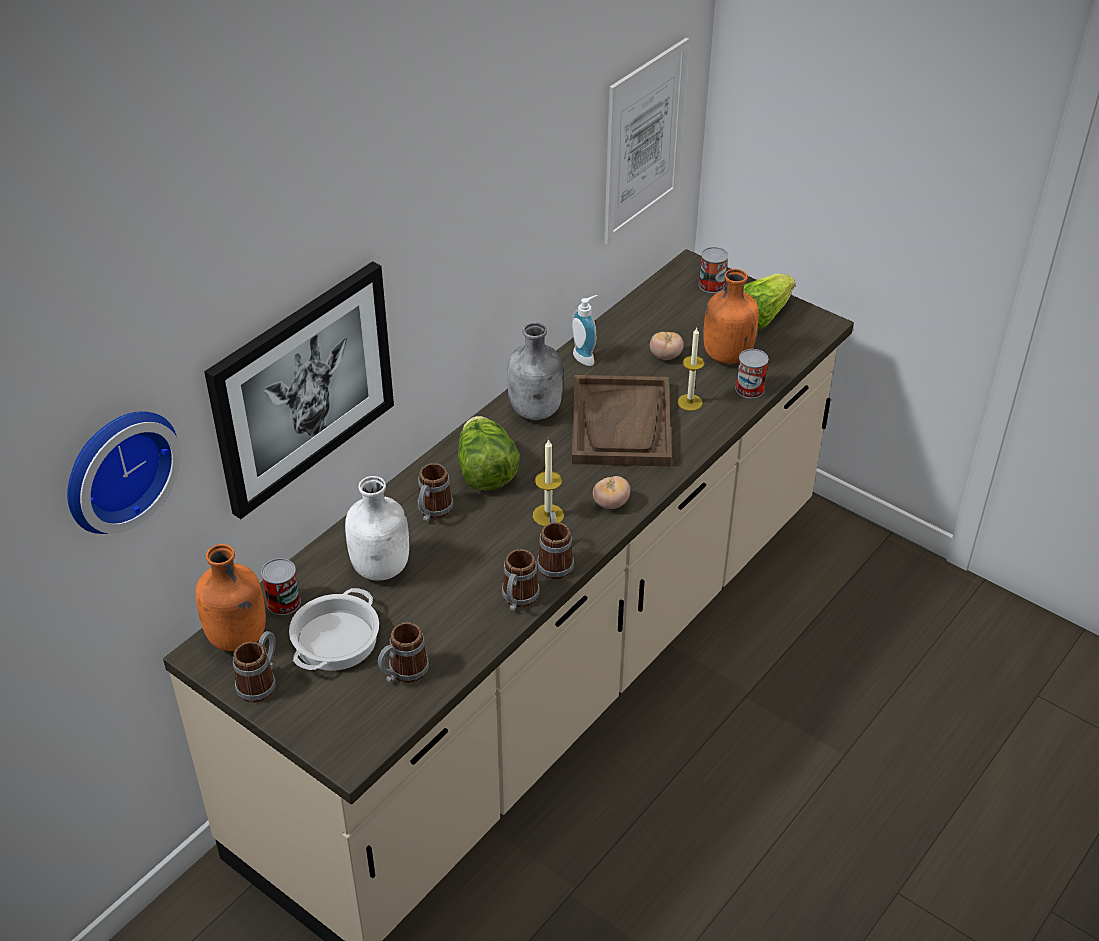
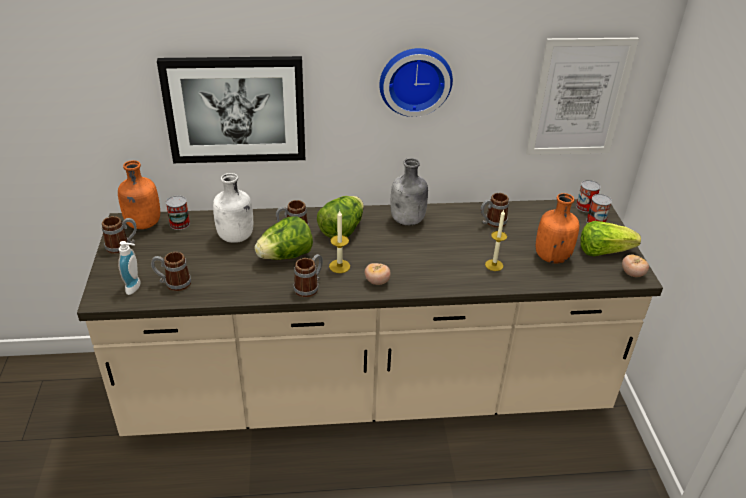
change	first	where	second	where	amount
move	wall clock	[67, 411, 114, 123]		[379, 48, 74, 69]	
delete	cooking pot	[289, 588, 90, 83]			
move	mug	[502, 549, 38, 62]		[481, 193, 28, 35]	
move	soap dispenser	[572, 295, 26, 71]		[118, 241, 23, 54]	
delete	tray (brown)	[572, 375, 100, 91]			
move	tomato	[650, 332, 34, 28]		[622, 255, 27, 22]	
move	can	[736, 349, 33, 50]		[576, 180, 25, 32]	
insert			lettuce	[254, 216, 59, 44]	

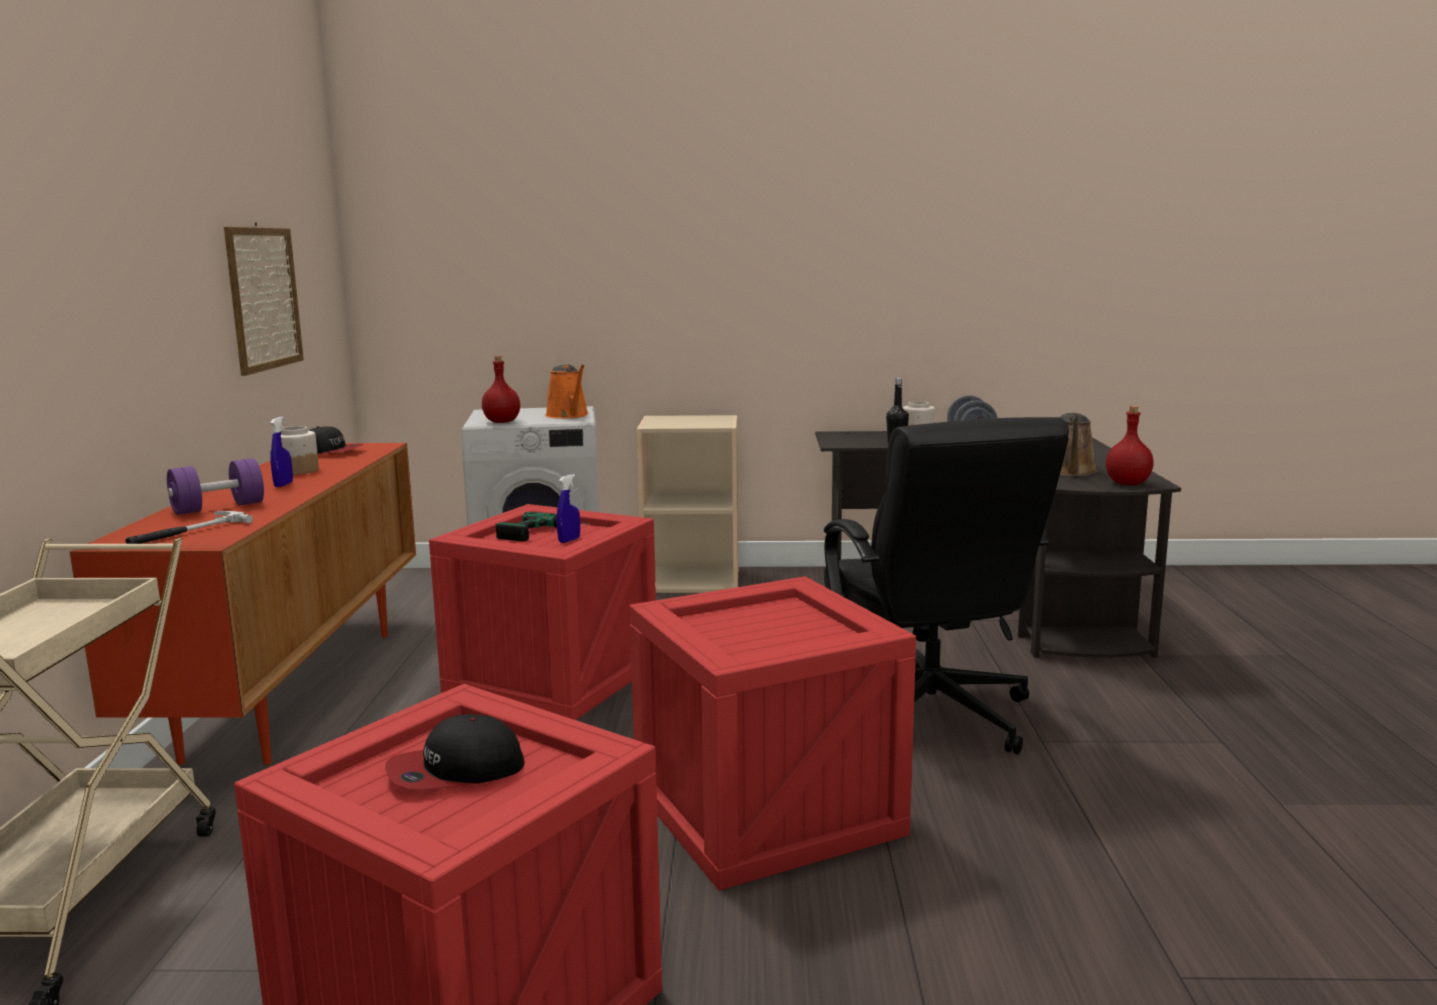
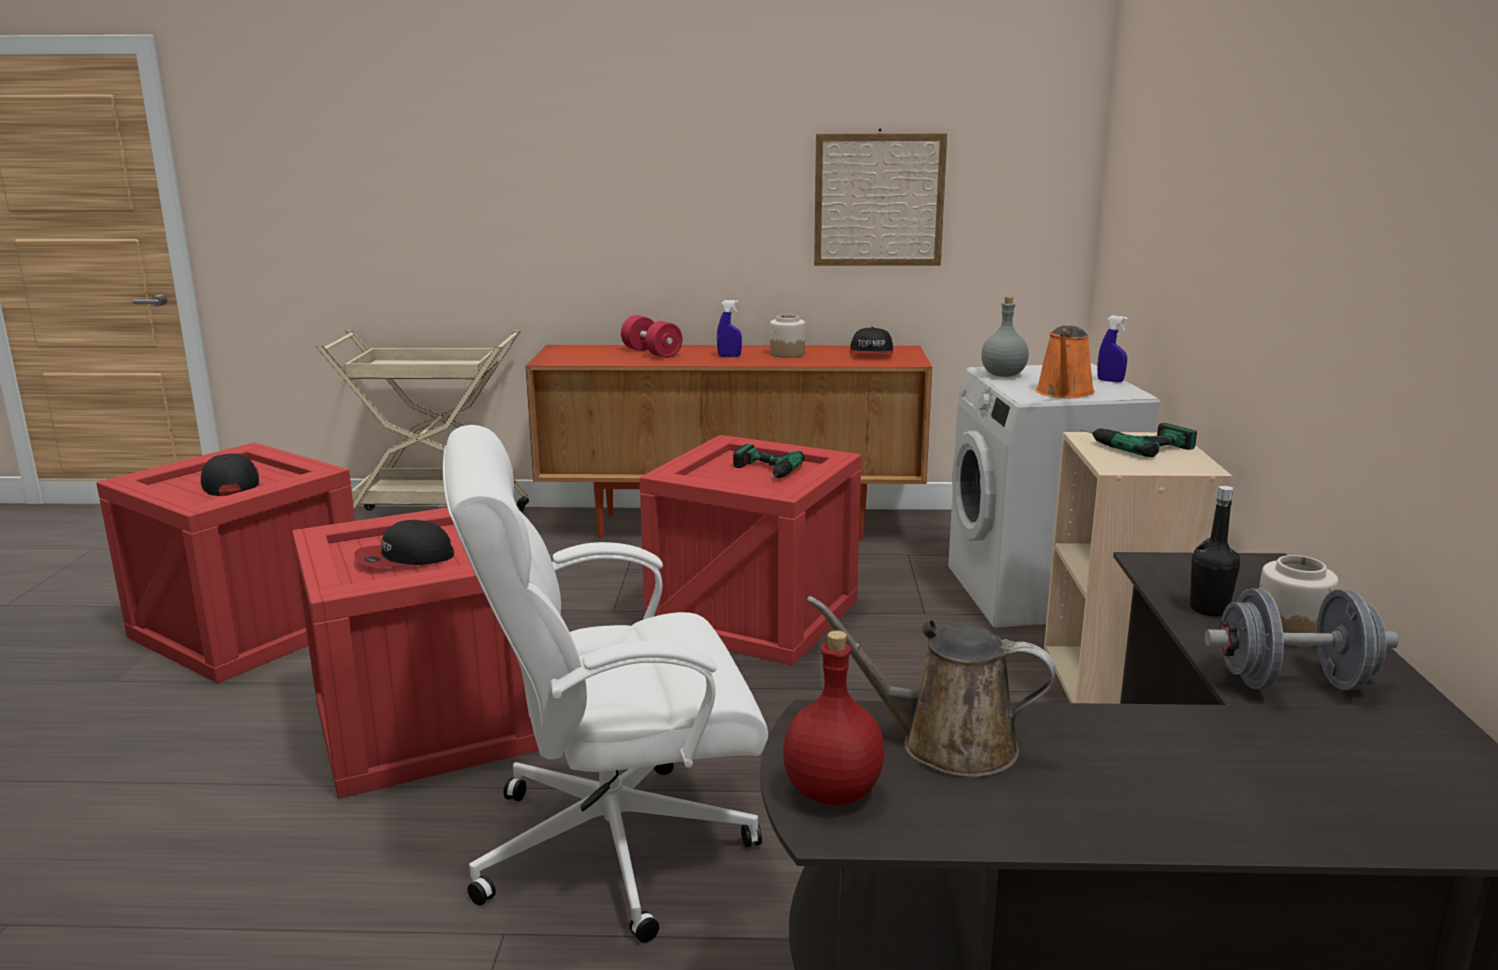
change	first	where	second	where	amount
delete	hammer	[125, 511, 128, 33]			
recolor	dumbbell (purple)	[167, 458, 97, 57]	dumbbell (red)	[621, 315, 62, 43]	
recolor	bottle (red)	[482, 356, 38, 67]	bottle (grey)	[981, 296, 48, 81]	
rotate	watering can (orange)	[545, 365, 44, 54]		[1036, 326, 59, 72]	45 degrees counterclockwise
move	spray bottle (blue)	[557, 474, 23, 69]		[1097, 315, 31, 67]	
recolor	office chair (black)	[824, 417, 245, 337]	office chair (white)	[443, 425, 325, 518]	
insert			cap	[354, 520, 100, 47]	
insert			power drill	[1080, 423, 117, 34]	

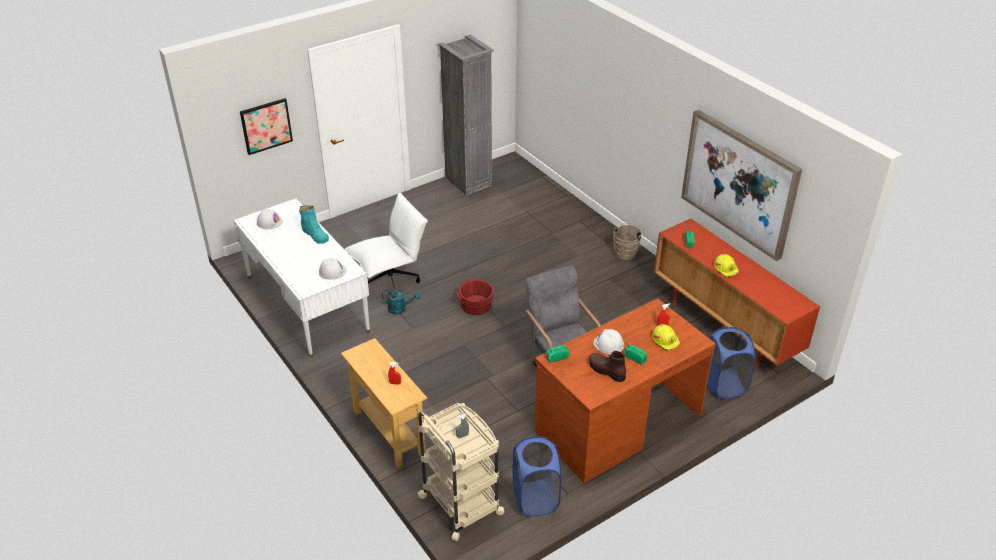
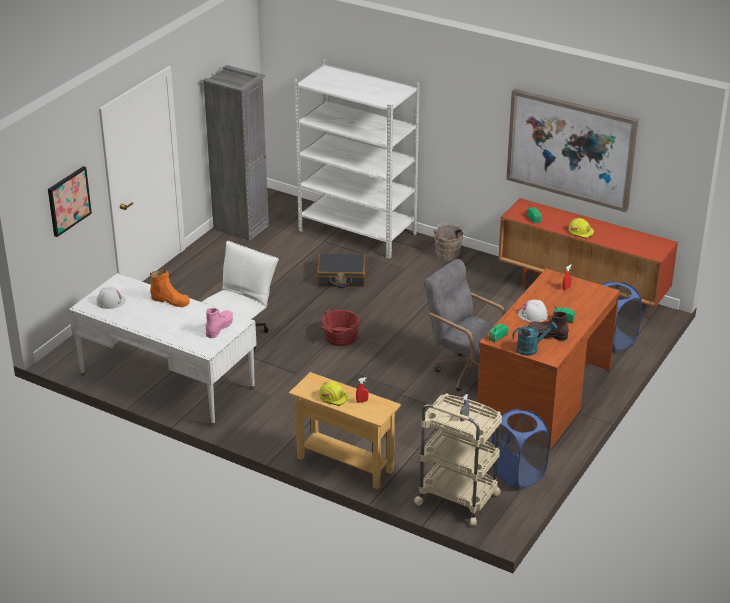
change	first	where	second	where	amount
recolor	boot (turquoise)	[299, 205, 30, 39]	boot (orange)	[150, 269, 40, 38]	
replace	hard hat (white)	[319, 258, 28, 22]	boot (pink)	[206, 308, 27, 30]	
move	watering can (turquoise)	[382, 290, 38, 24]		[512, 322, 46, 34]	
move	hard hat (yellow)	[652, 324, 28, 27]		[319, 381, 30, 25]	
insert			bookcase (white)	[294, 59, 126, 200]	
insert			suitcase (black)	[317, 253, 49, 35]	

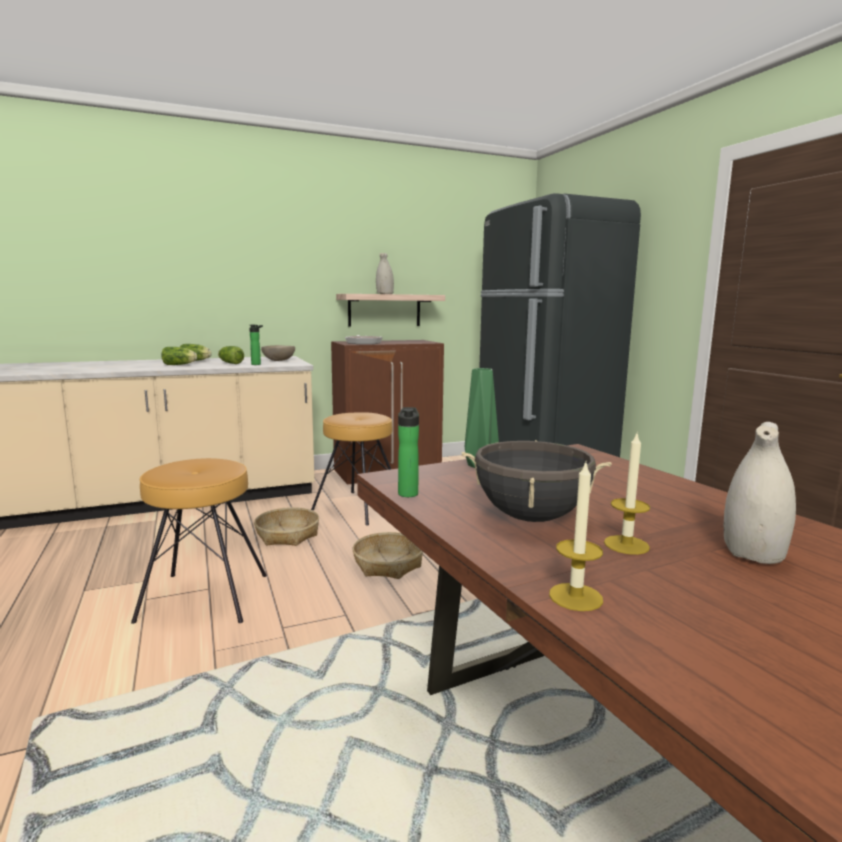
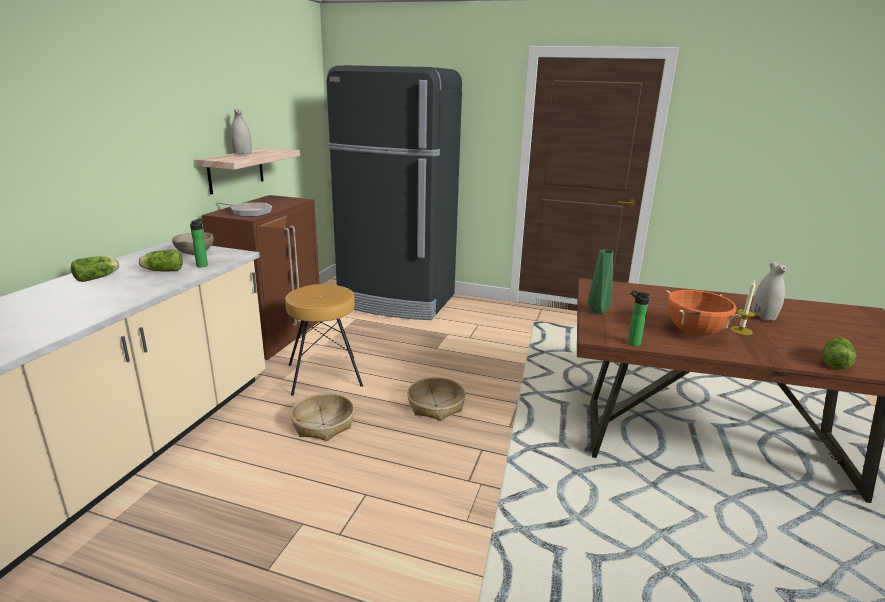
change	first	where	second	where	amount
delete	stool (brown)	[131, 458, 136, 166]			
move	lettuce	[161, 347, 36, 18]		[823, 337, 34, 33]	
recolor	cooking pot (black)	[462, 440, 150, 82]	cooking pot (orange)	[666, 290, 75, 46]	
delete	candle	[549, 460, 54, 151]			

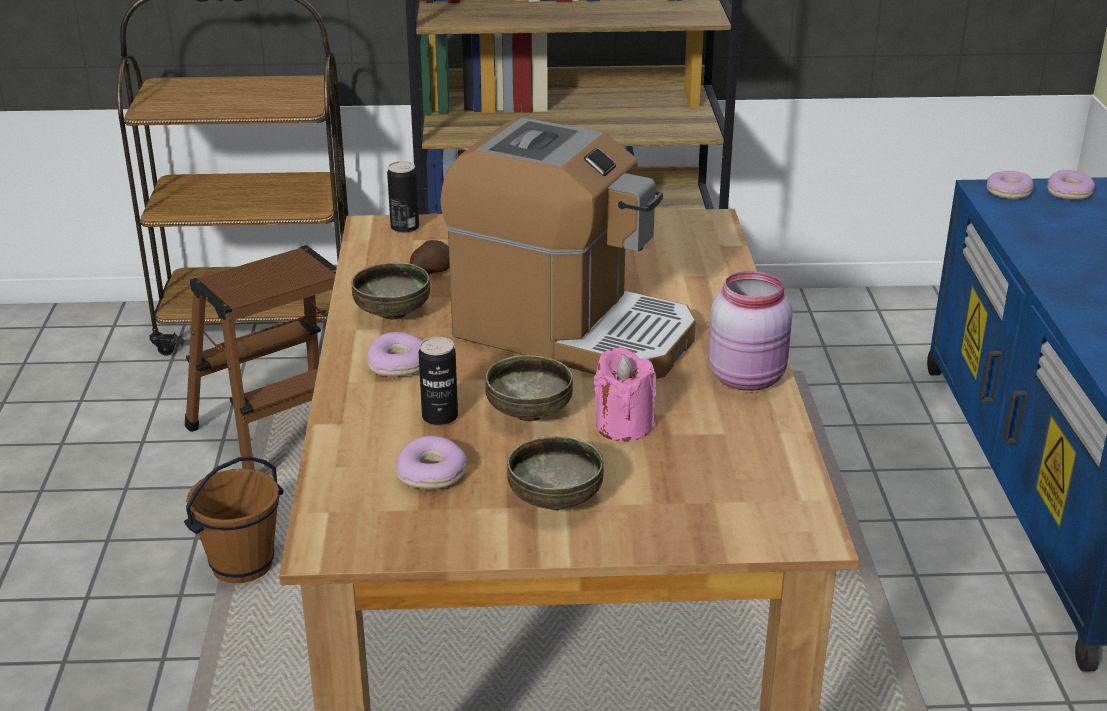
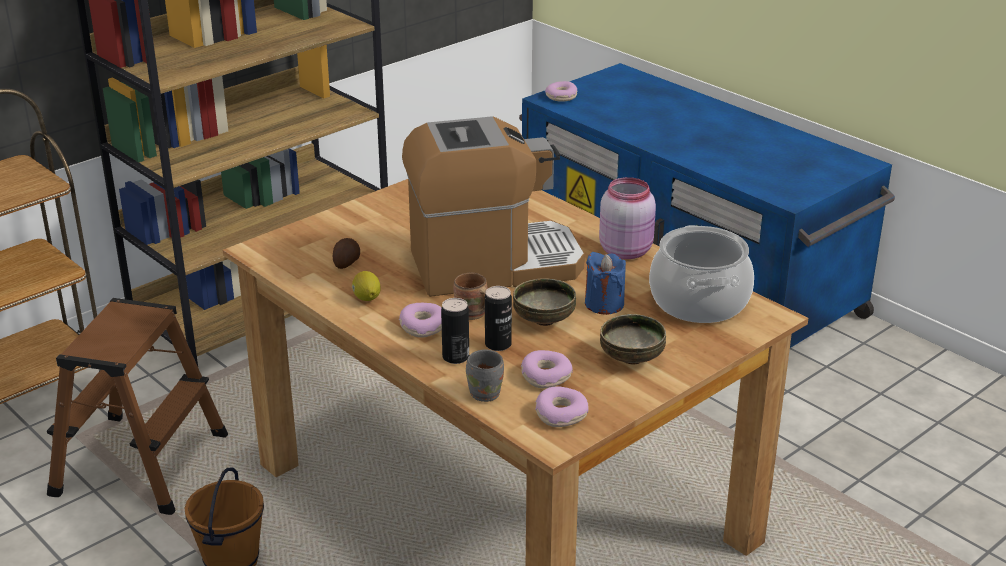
change	first	where	second	where	amount
replace	bowl	[351, 262, 79, 58]	lemon	[352, 271, 29, 30]	
move	can	[387, 161, 32, 72]		[441, 298, 28, 66]	
recolor	candle (pink)	[594, 347, 62, 95]	candle (blue)	[585, 252, 41, 63]	
move	donut	[1047, 170, 48, 30]		[535, 387, 54, 40]	
insert			mug (brown)	[454, 272, 34, 48]	
insert			mug (grey)	[466, 350, 38, 52]	
insert			cooking pot	[649, 225, 105, 98]	

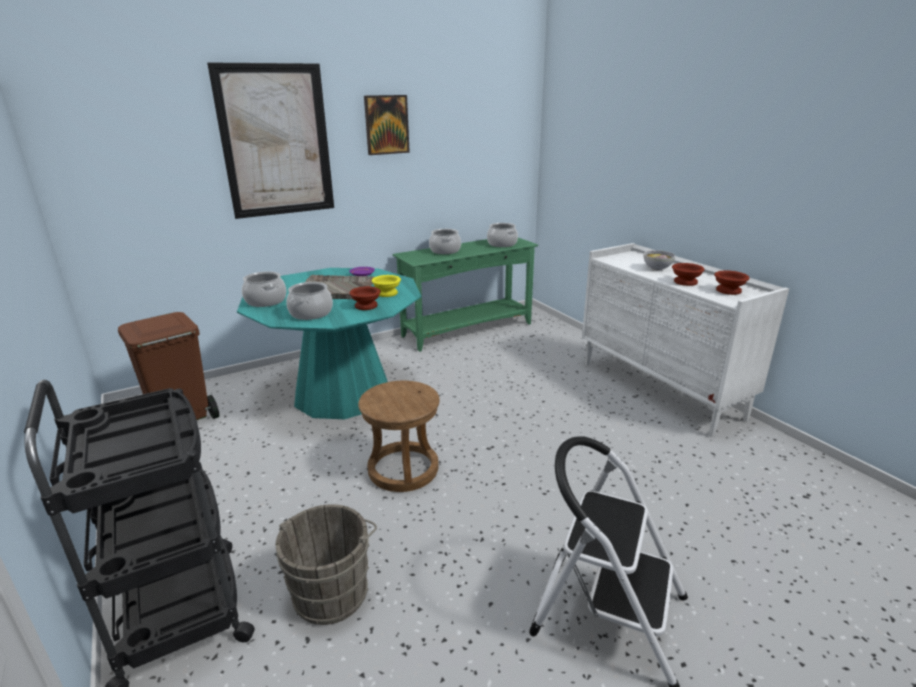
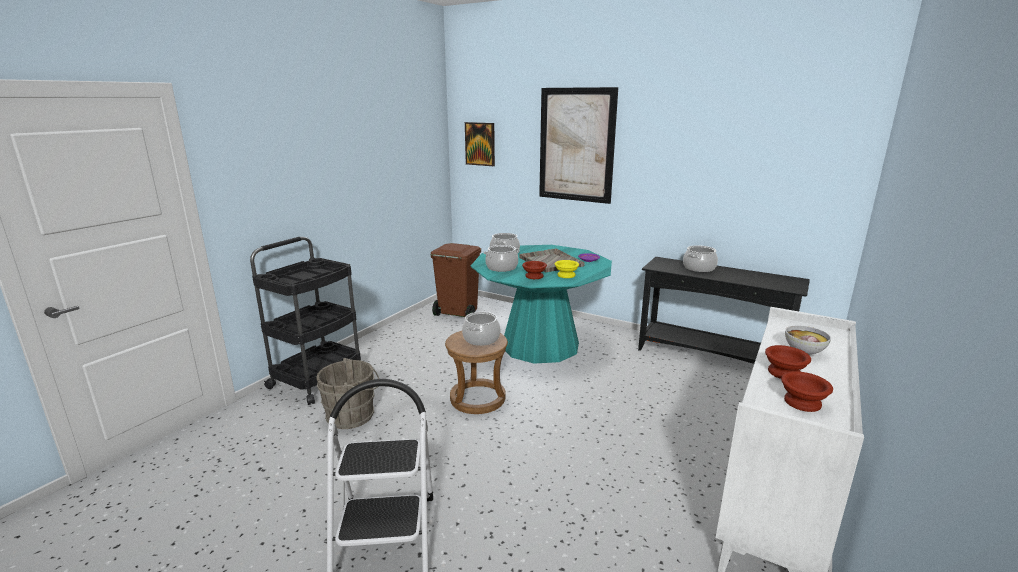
change	first	where	second	where	amount
move	picture	[364, 95, 46, 60]		[465, 122, 30, 44]	
recolor	console table (green)	[392, 237, 146, 115]	console table (black)	[638, 257, 172, 107]	
move	cooking pot	[487, 223, 31, 24]		[462, 312, 38, 34]	

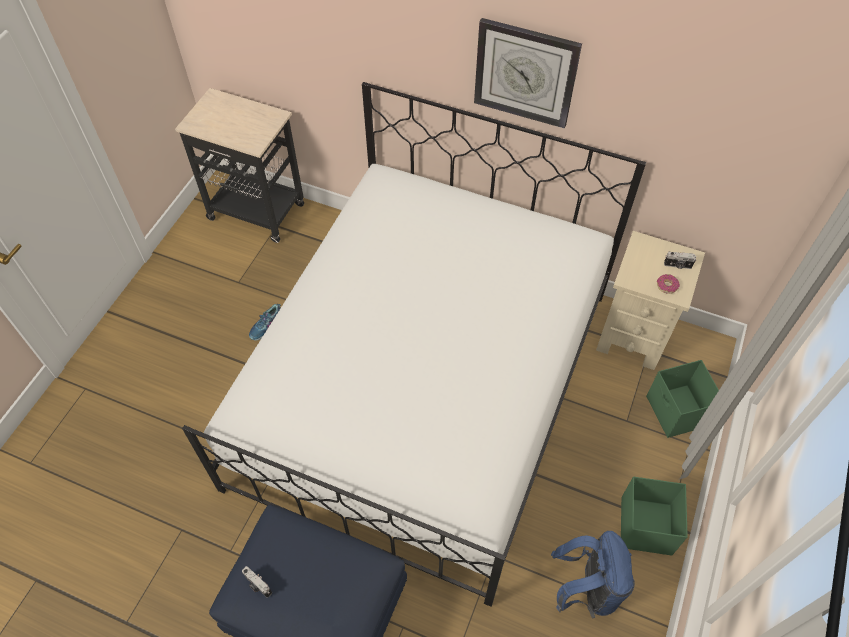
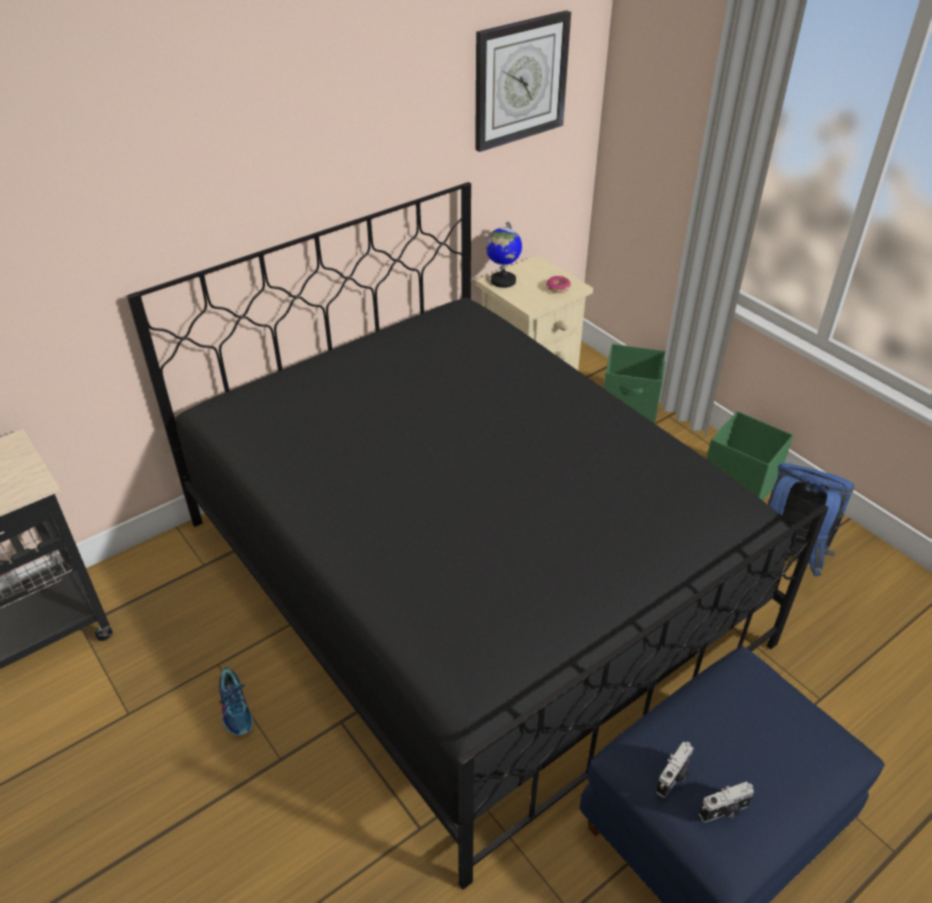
change	first	where	second	where	amount
recolor	bed (white)	[182, 82, 464, 525]	bed (black)	[127, 182, 702, 708]	
move	wall clock	[474, 18, 108, 111]		[475, 10, 96, 142]	
move	photo camera	[664, 252, 33, 17]		[656, 741, 38, 57]	
insert			globe	[486, 221, 36, 67]	

